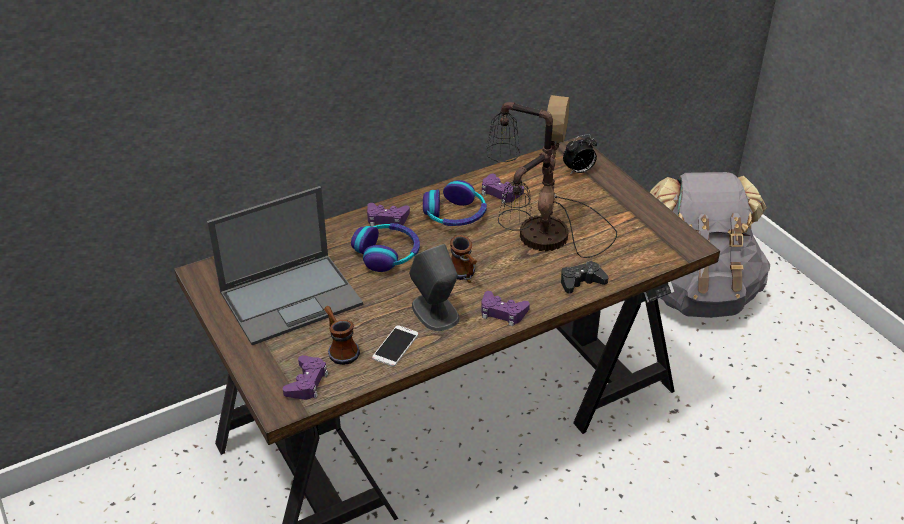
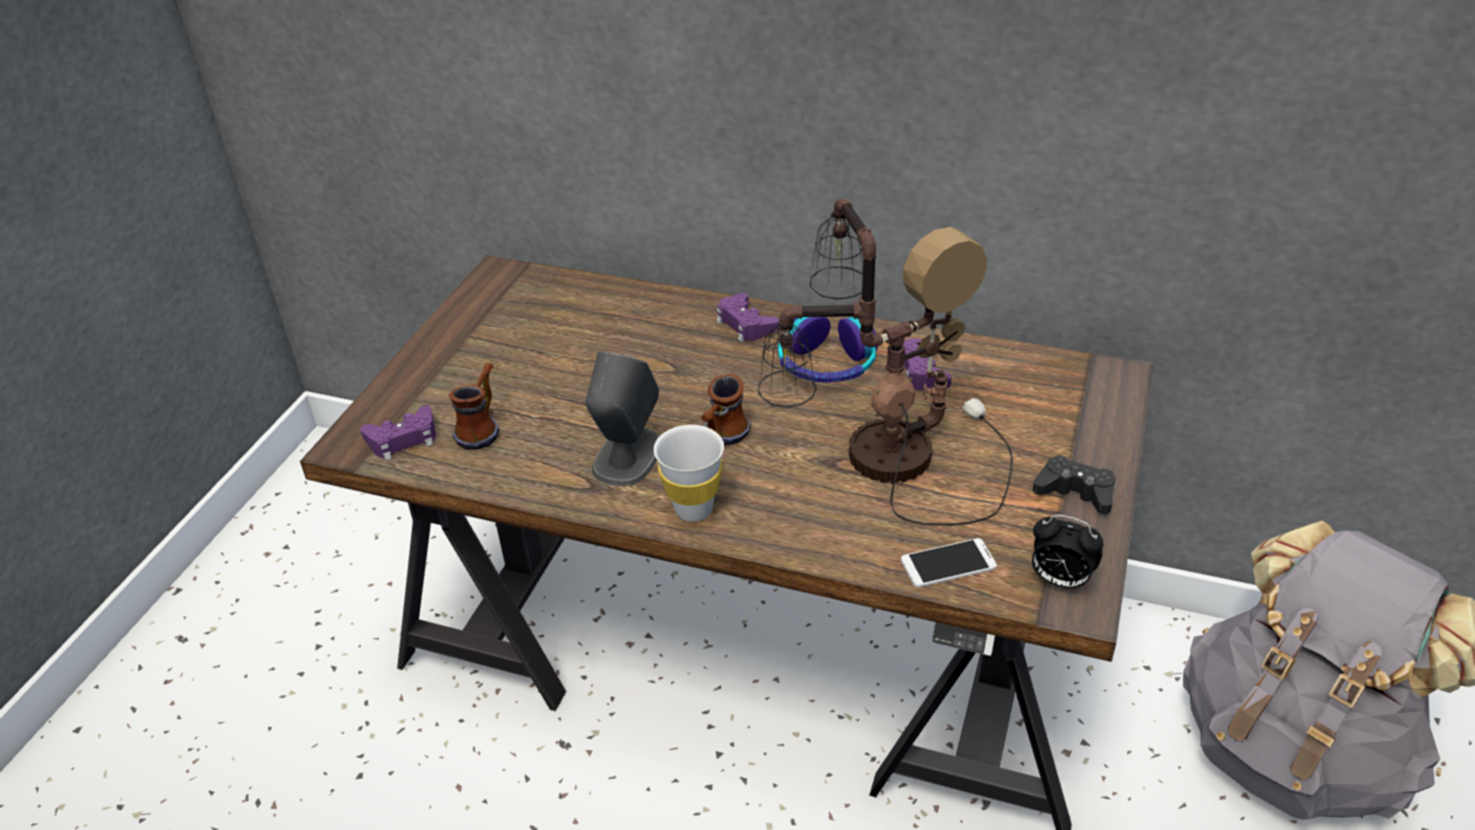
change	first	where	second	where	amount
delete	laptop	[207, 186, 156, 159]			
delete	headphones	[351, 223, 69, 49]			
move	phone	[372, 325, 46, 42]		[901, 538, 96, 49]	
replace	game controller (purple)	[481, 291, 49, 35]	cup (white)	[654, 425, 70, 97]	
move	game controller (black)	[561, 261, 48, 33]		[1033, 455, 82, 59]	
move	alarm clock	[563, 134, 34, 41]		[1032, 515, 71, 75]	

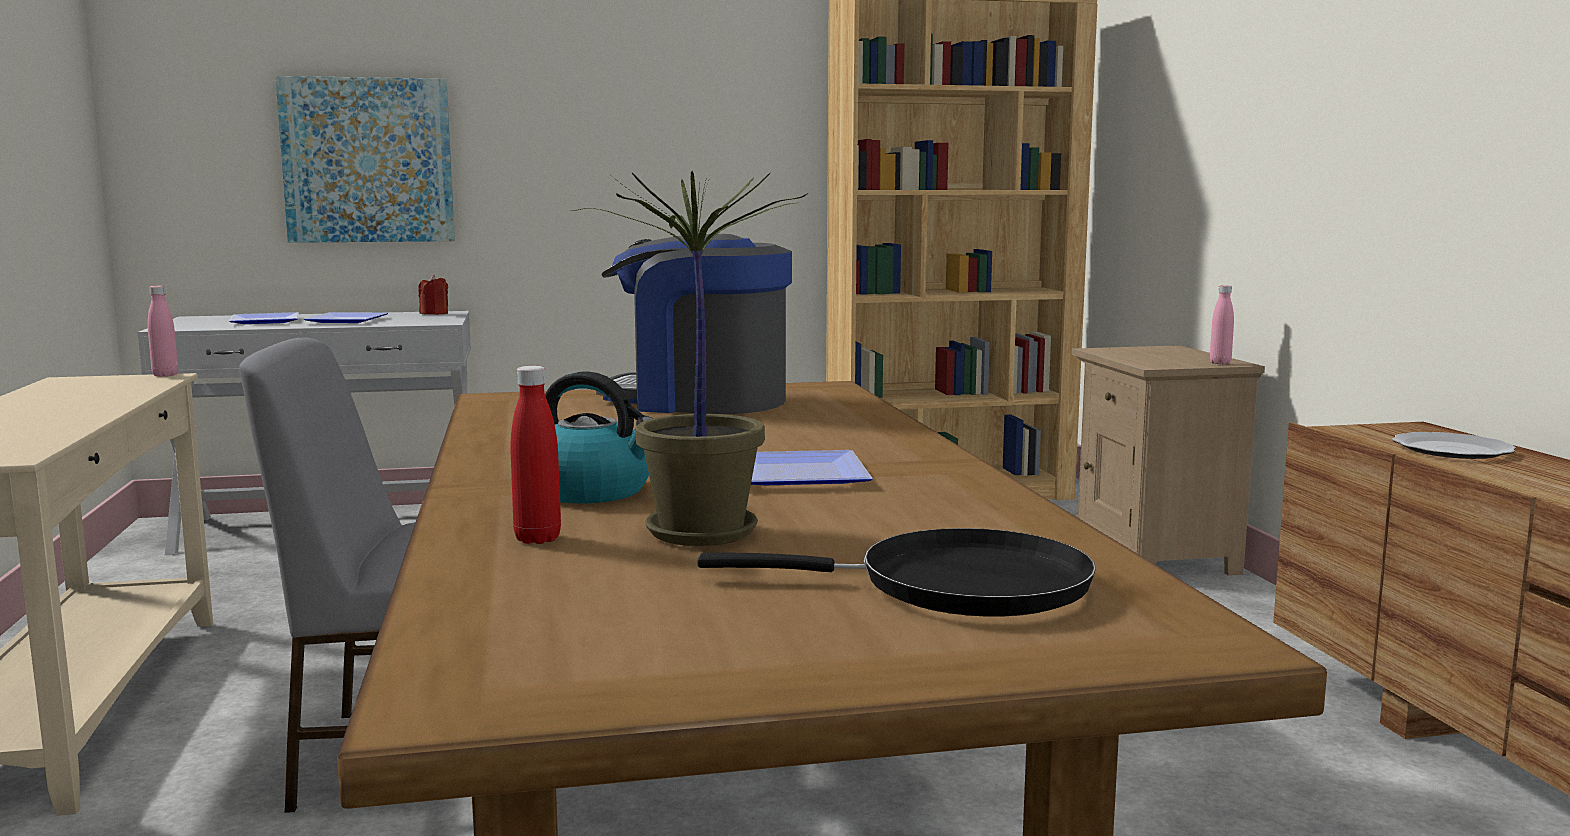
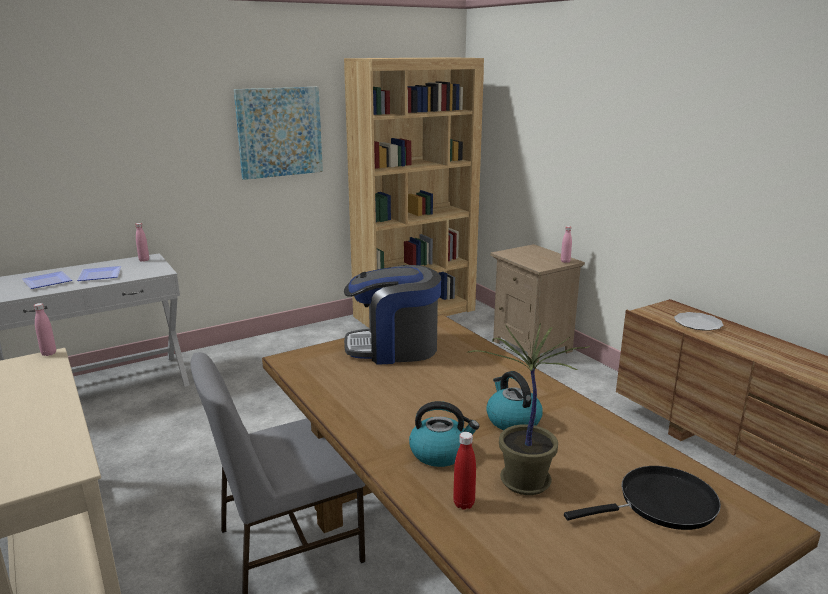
change	first	where	second	where	amount
move	picture	[275, 76, 180, 167]		[234, 87, 89, 93]	
replace	candle (red)	[418, 275, 30, 40]	bottle (pink)	[136, 223, 13, 39]	
replace	plate	[751, 450, 122, 35]	kettle	[486, 371, 57, 59]	

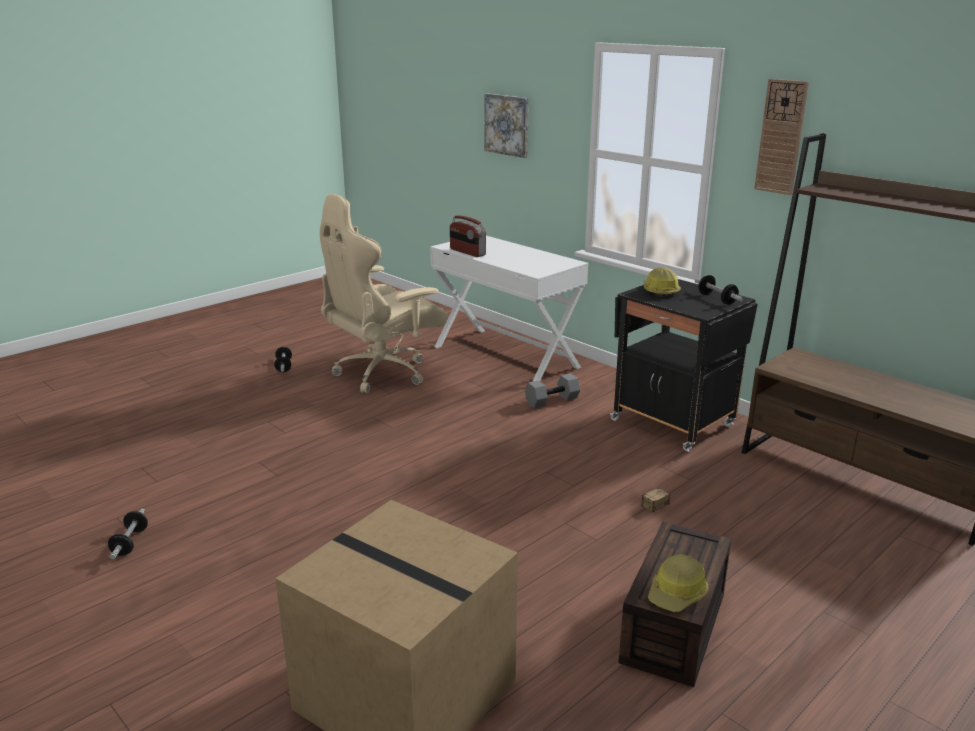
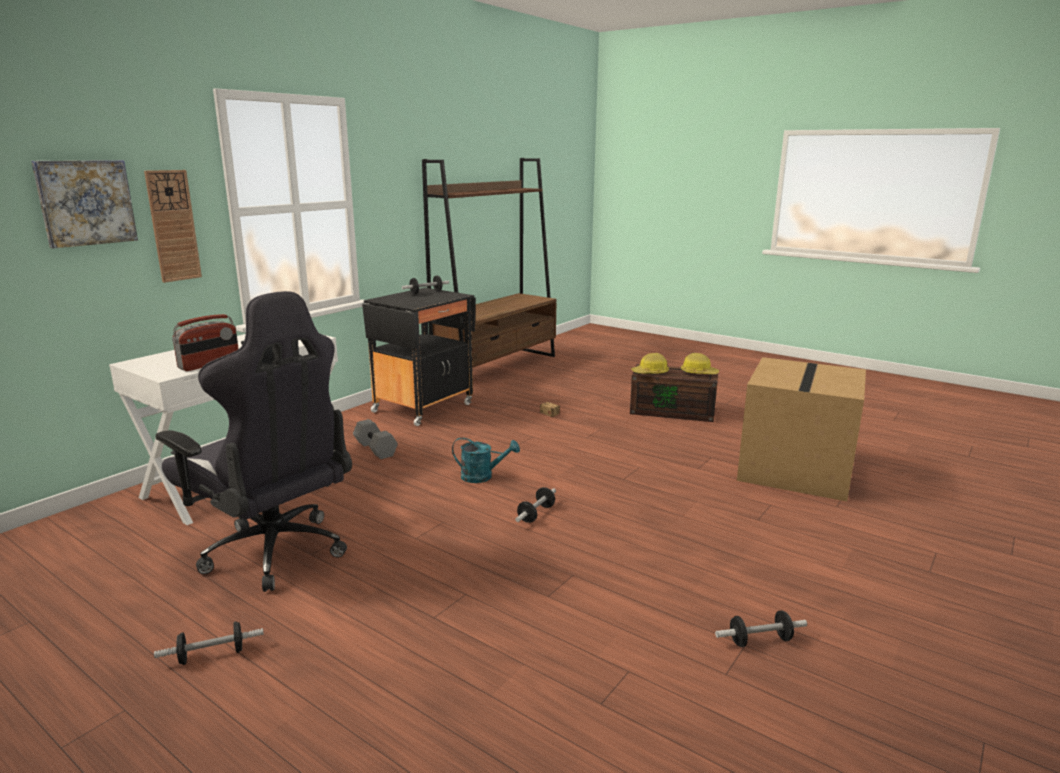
change	first	where	second	where	amount
recolor	office chair (beige)	[320, 194, 128, 199]	office chair (black)	[156, 291, 196, 301]	
move	hard hat	[644, 267, 37, 30]		[631, 353, 38, 21]	
move	wall clock	[754, 79, 55, 116]		[144, 170, 58, 113]	
insert			watering can (turquoise)	[452, 437, 68, 46]	
insert			dumbbell	[515, 487, 41, 36]	

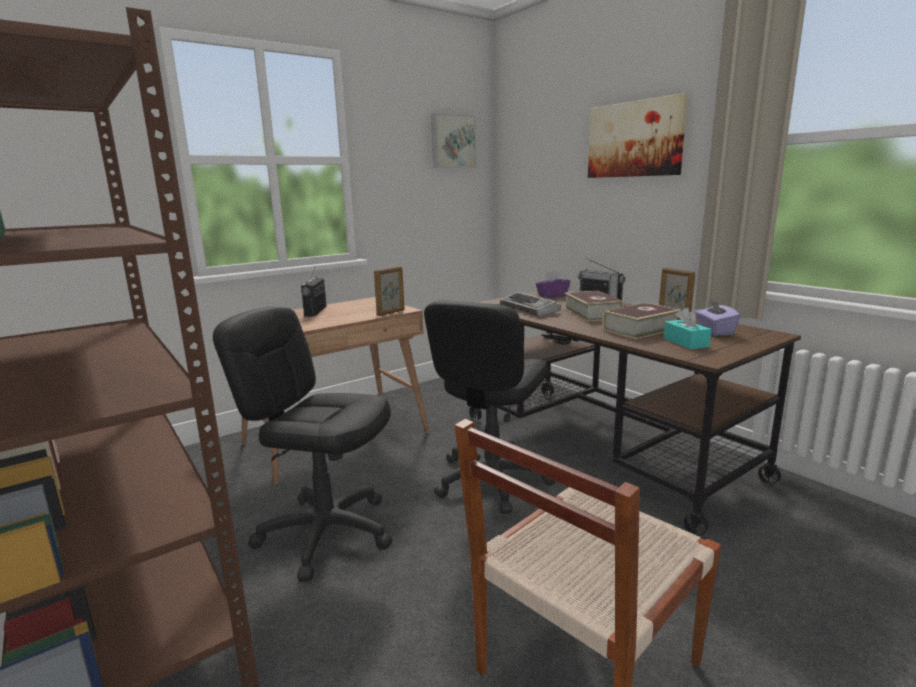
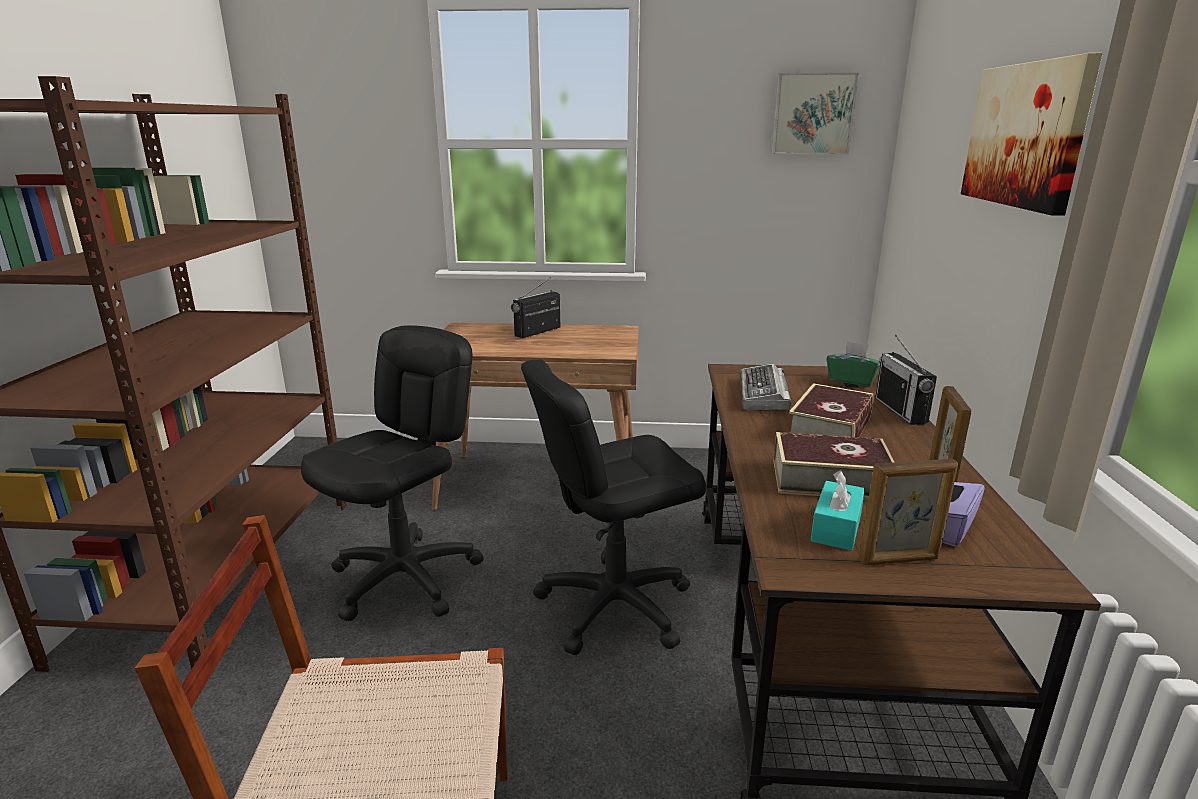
change	first	where	second	where	amount
rotate	office chair (black)	[213, 306, 179, 276]		[301, 325, 182, 296]	60 degrees clockwise
move	picture frame	[374, 266, 31, 50]		[859, 459, 99, 106]	
recolor	tissue box (purple)	[536, 271, 34, 27]	tissue box (green)	[827, 341, 53, 45]	

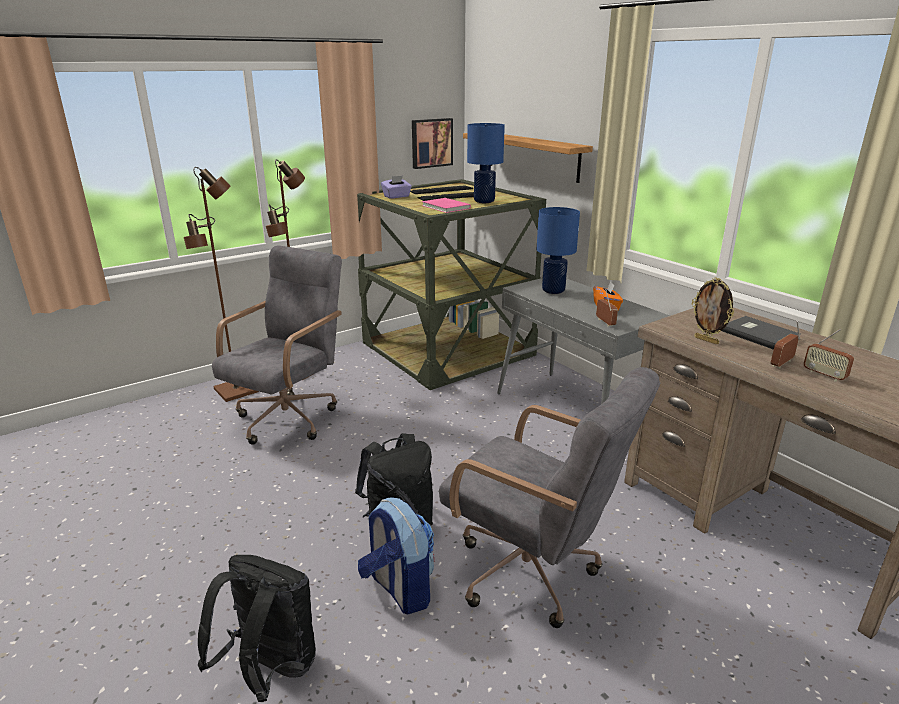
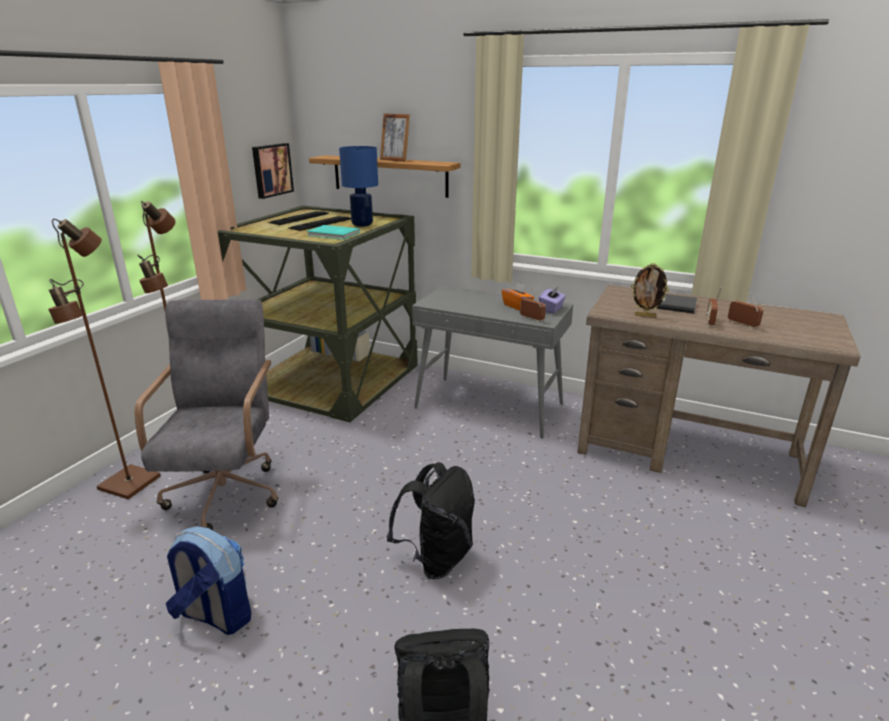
change	first	where	second	where	amount
move	backpack	[358, 497, 76, 117]		[166, 526, 85, 109]	
move	tissue box (purple)	[381, 176, 31, 23]		[539, 286, 27, 28]	
recolor	book (pink)	[422, 198, 49, 15]	book (turquoise)	[307, 225, 53, 15]	
delete	office chair (grey)	[439, 367, 221, 261]			
delete	table lamp (blue)	[537, 207, 43, 87]			
rotate	radio	[803, 329, 51, 52]		[728, 289, 36, 39]	150 degrees counterclockwise
insert			picture frame	[380, 114, 30, 48]	

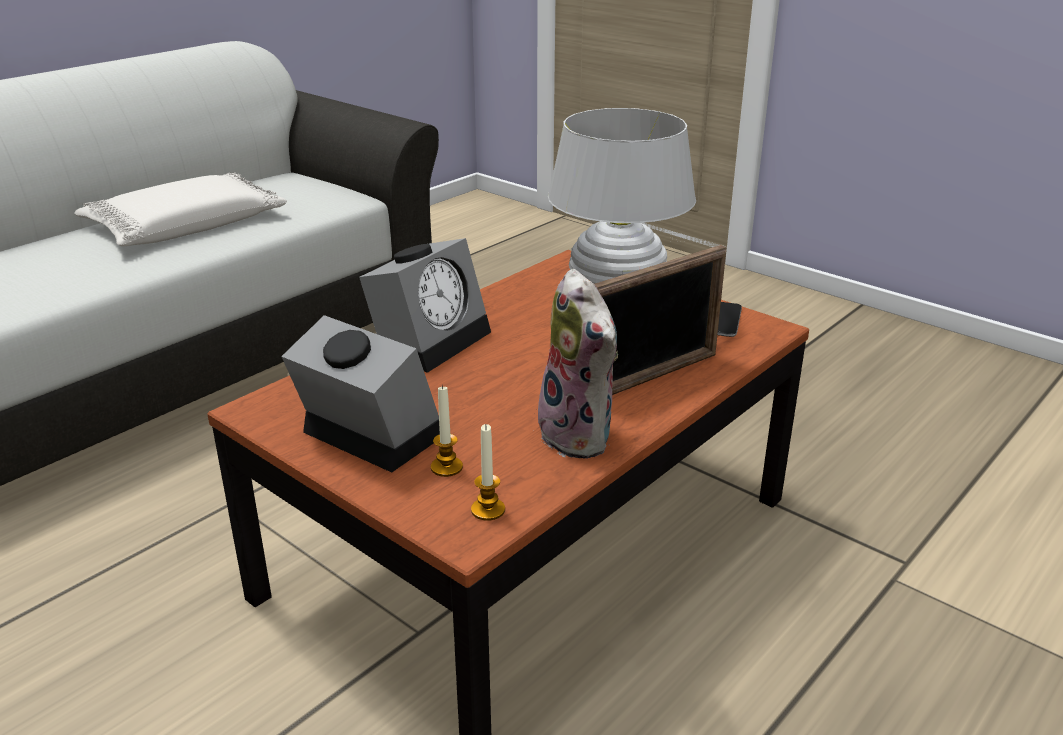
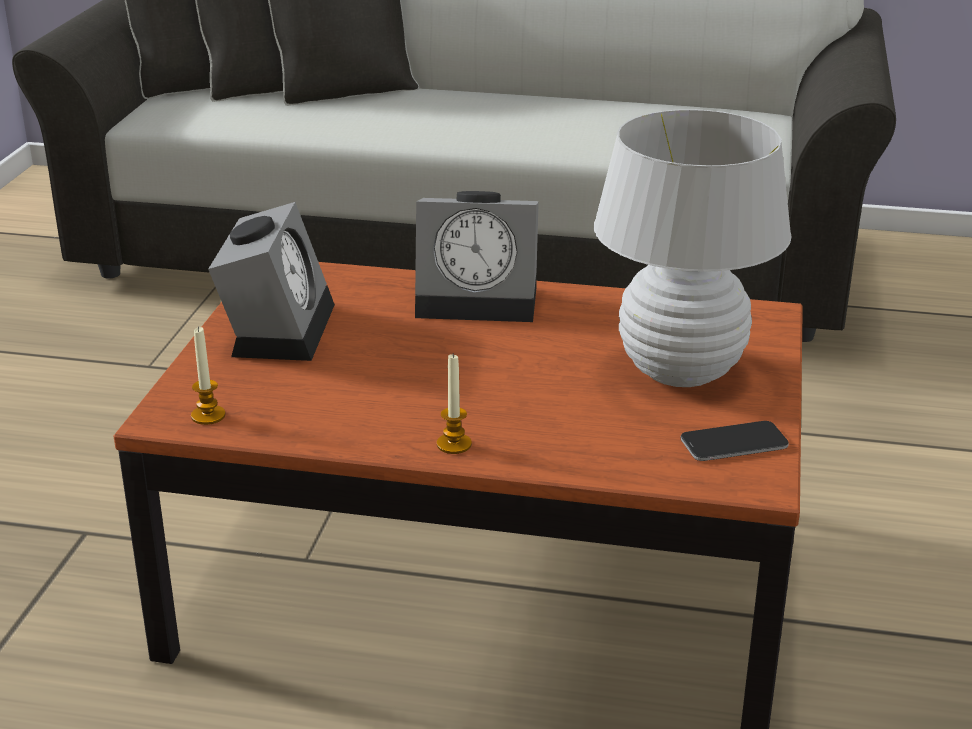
change	first	where	second	where	amount
delete	pillow (white)	[74, 172, 213, 74]			
move	candle	[431, 385, 32, 92]		[437, 354, 35, 100]	
delete	plush toy	[533, 269, 85, 190]			
delete	picture frame	[594, 245, 133, 150]			

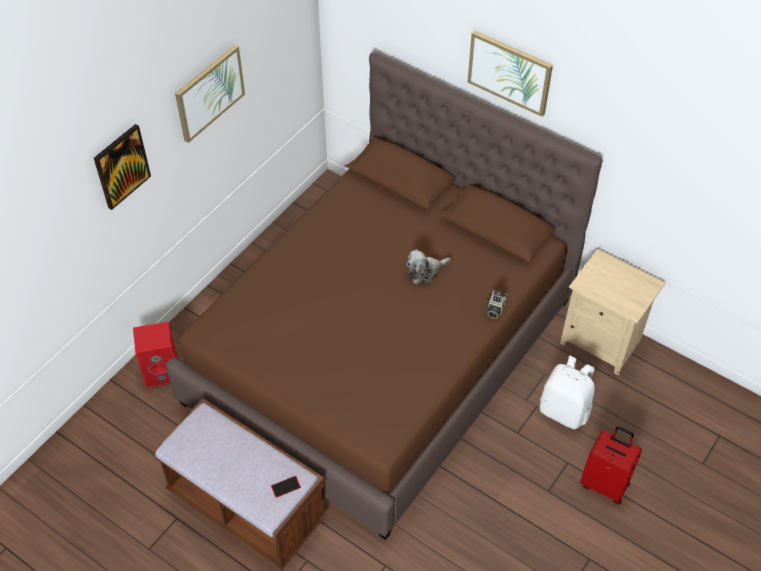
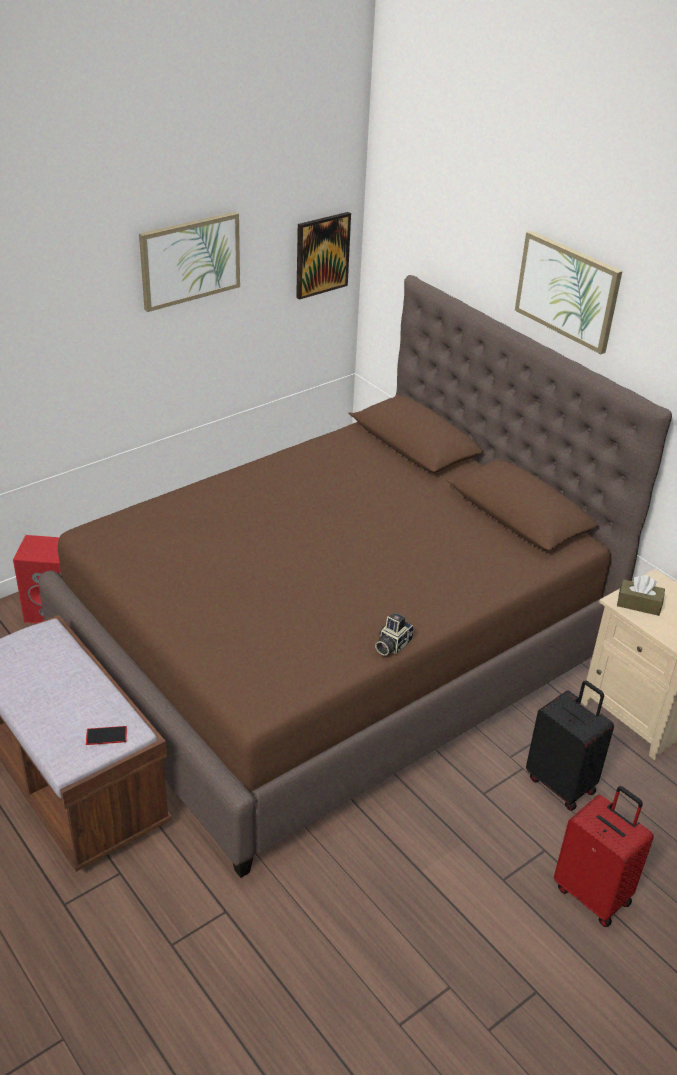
change	first	where	second	where	amount
move	picture	[94, 124, 57, 86]		[296, 212, 55, 88]	
delete	plush toy	[407, 249, 44, 35]			
move	photo camera	[487, 290, 20, 29]		[375, 612, 39, 44]	
replace	backpack (white)	[540, 356, 55, 73]	suitcase (black)	[526, 680, 88, 131]	
insert			tissue box (brown)	[617, 575, 48, 41]	

